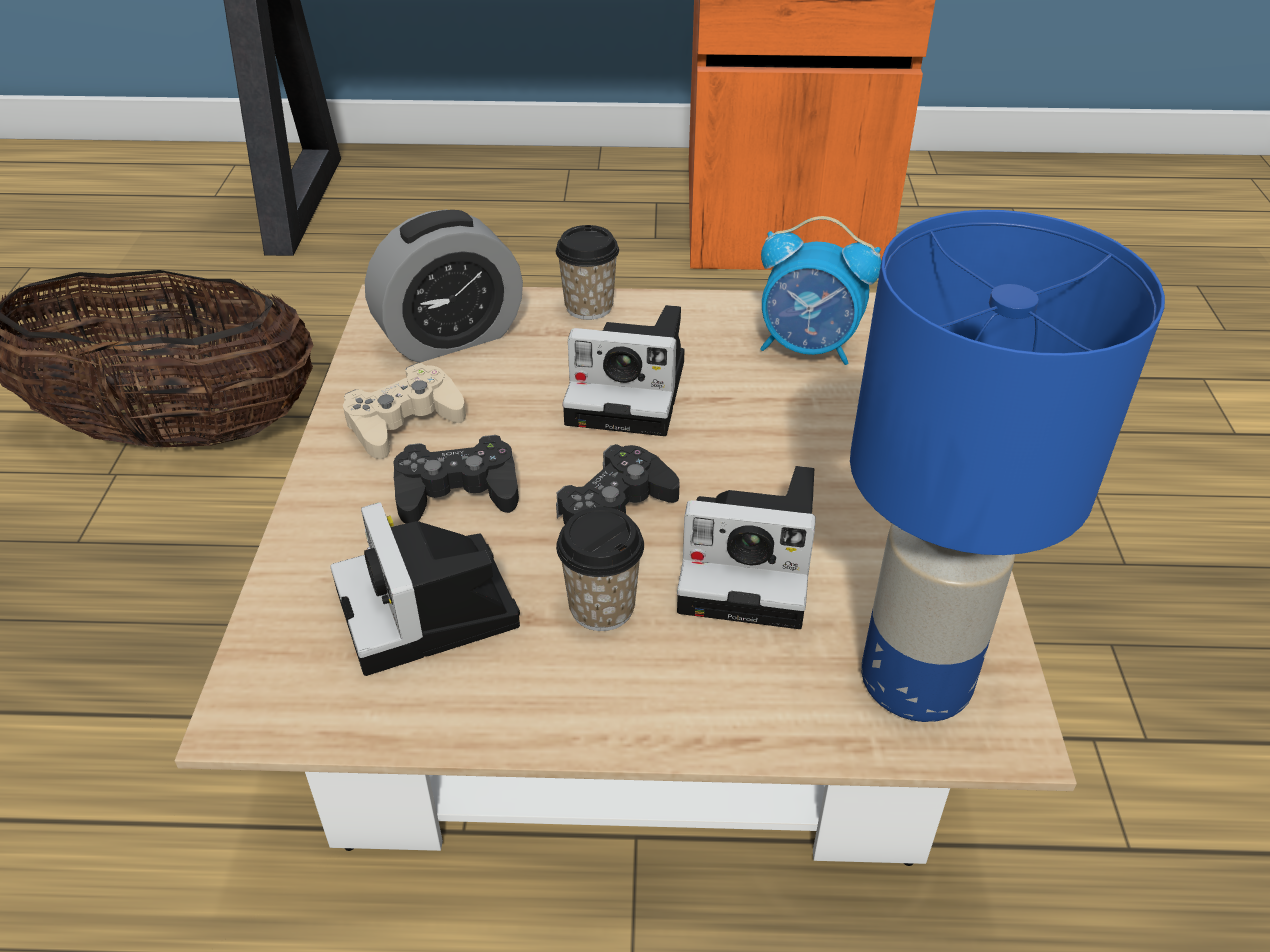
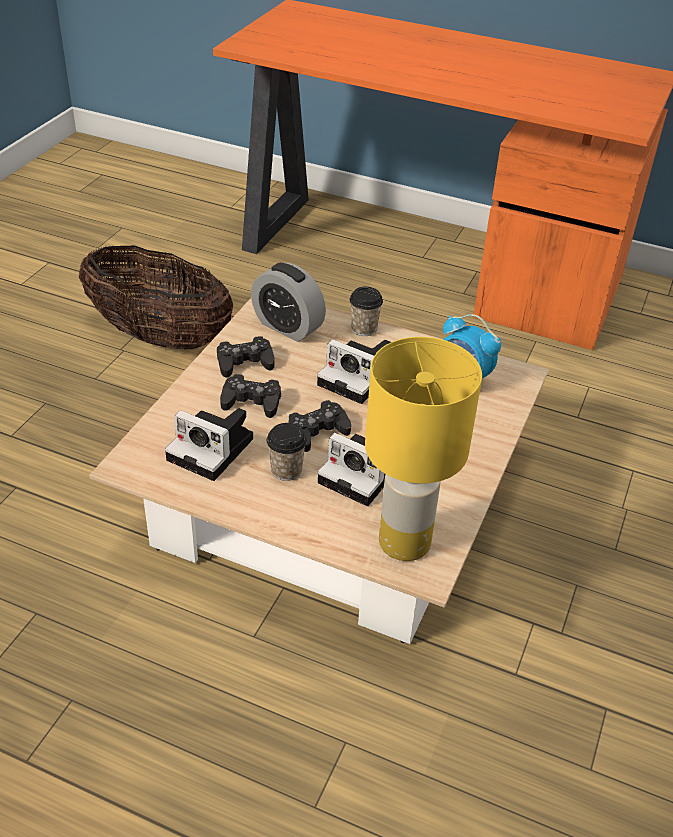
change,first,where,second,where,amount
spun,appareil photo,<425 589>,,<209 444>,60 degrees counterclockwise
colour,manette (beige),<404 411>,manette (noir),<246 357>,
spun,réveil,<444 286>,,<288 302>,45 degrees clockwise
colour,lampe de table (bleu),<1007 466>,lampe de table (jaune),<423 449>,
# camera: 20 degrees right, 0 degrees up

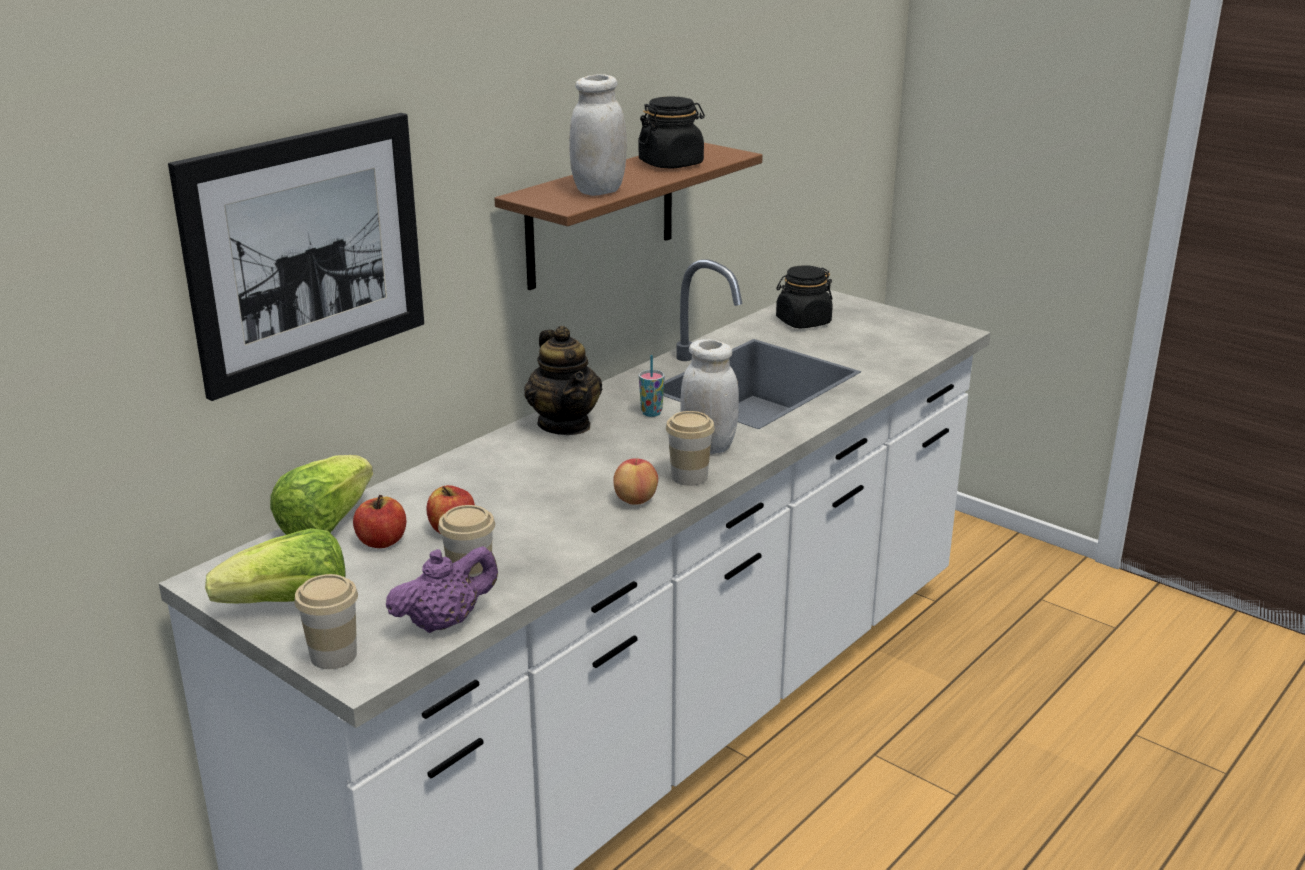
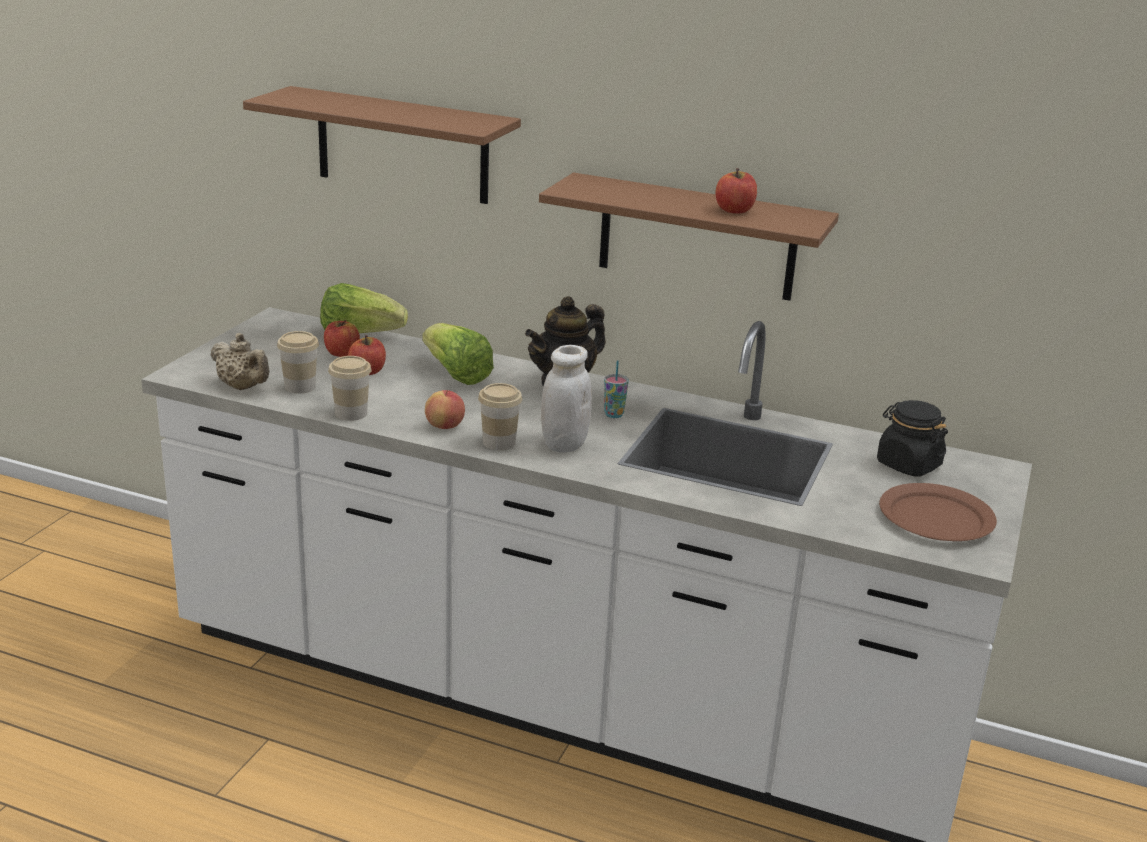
change,first,where,second,where,amount
colour,théière (violet),<441 589>,théière (beige),<239 361>,
exchanged,tableau,<296 257>,étagère (marron),<382 145>,
relocated,tasse,<326 621>,,<350 388>,
relocated,laitue,<275 565>,,<458 354>,
exchanged,bocal (noir),<671 132>,pomme,<736 190>,
appeared,,,assiette (marron),<938 512>,
missing,bocal (blanc),<598 135>,,,
# camera: 70 degrees right, 0 degrees up

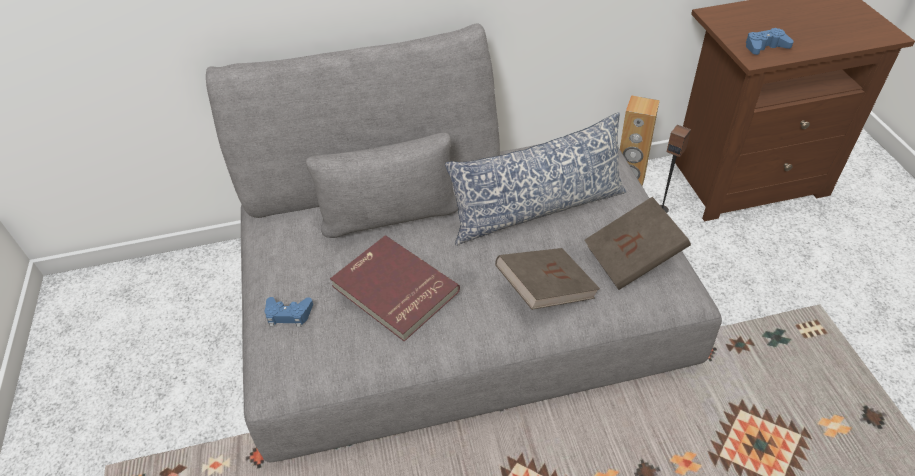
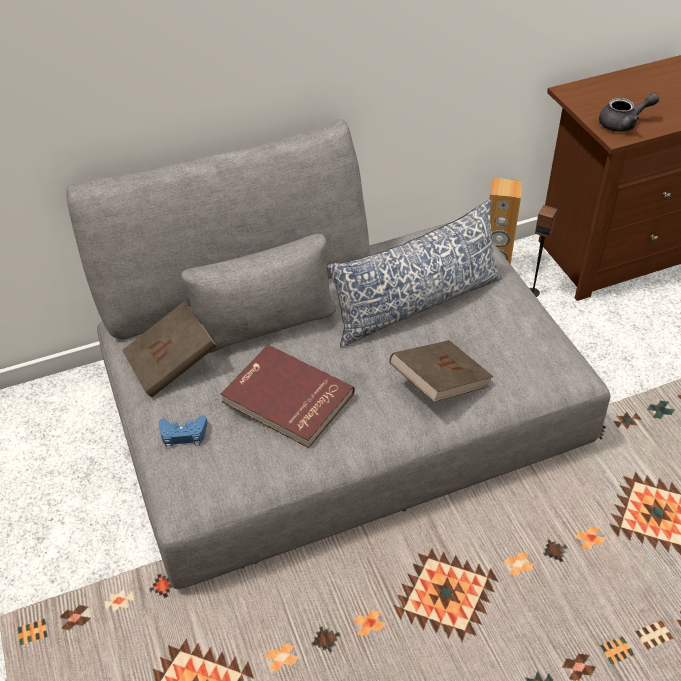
change,first,where,second,where,amount
relocated,livre (marron),<637 243>,,<169 349>,
exchanged,manette (bleu),<770 41>,théière (gris),<629 112>,
# camera: 10 degrees left, 0 degrees up

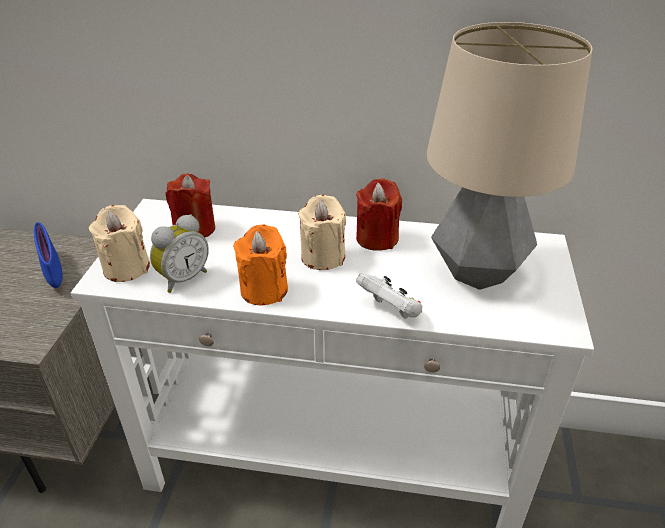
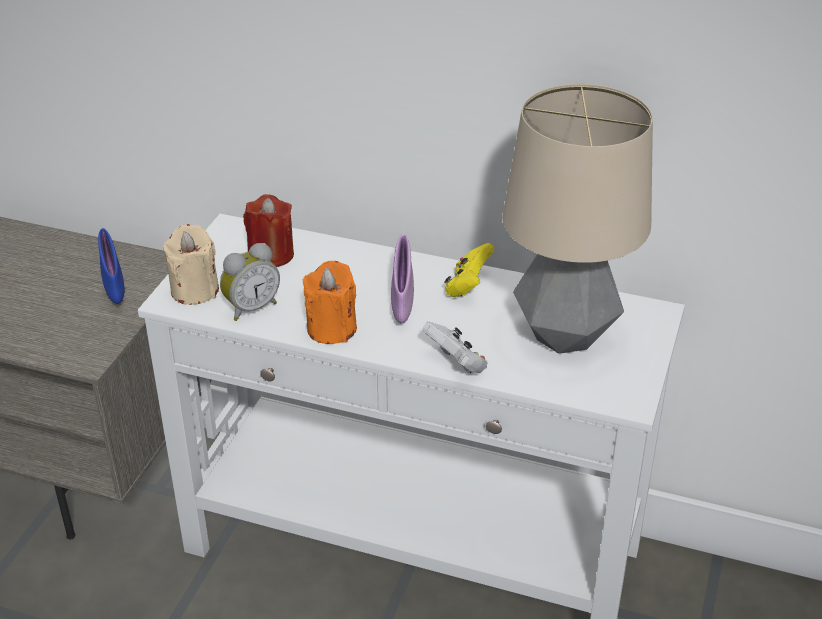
change,first,where,second,where,amount
exchanged,bougie (beige),<322 232>,bol (violet),<402 279>,
exchanged,bougie (rouge),<379 214>,manette (jaune),<469 270>,
# camera: 10 degrees right, 0 degrees up

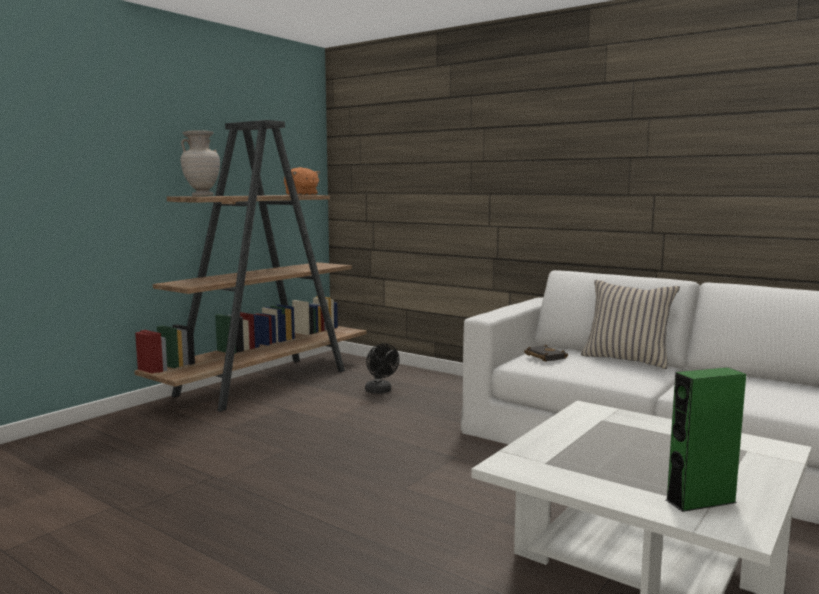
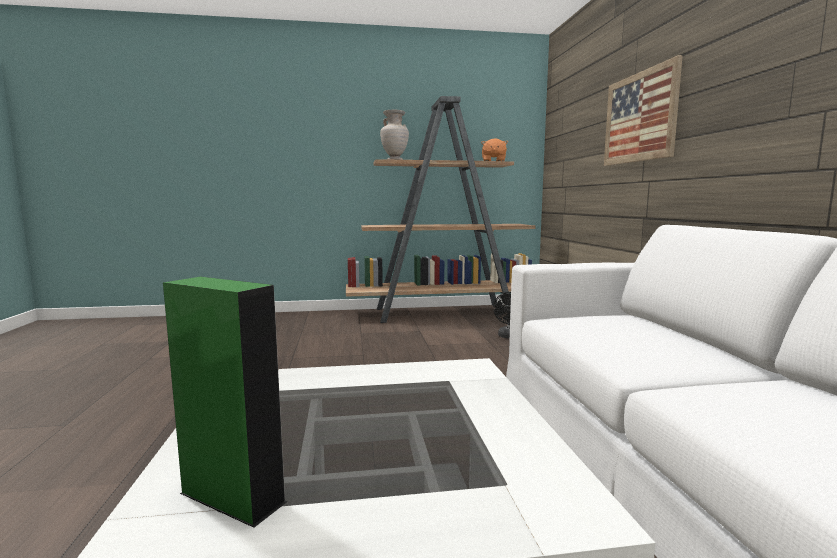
change,first,where,second,where,amount
appeared,,,tableau,<643 110>,
missing,livre (noir),<546 353>,,,
missing,coussin (beige),<630 324>,,,
# camera: 45 degrees right, 0 degrees up

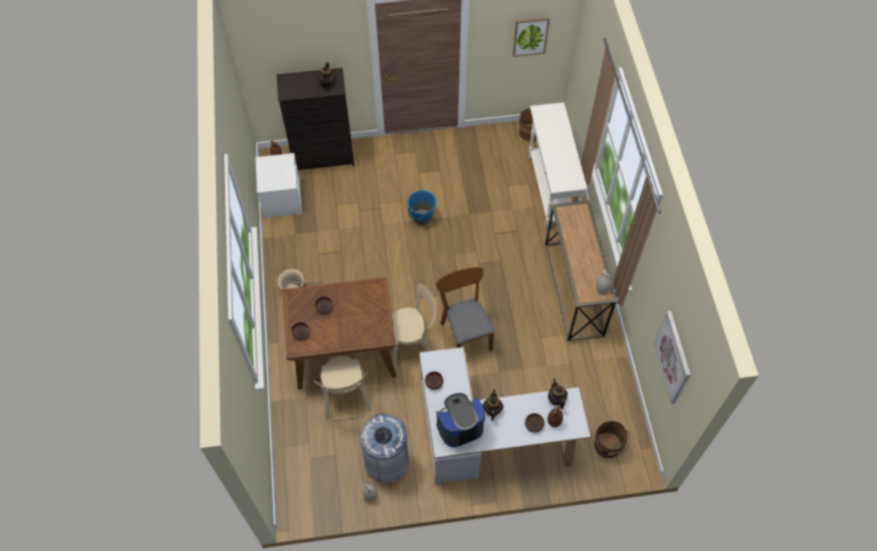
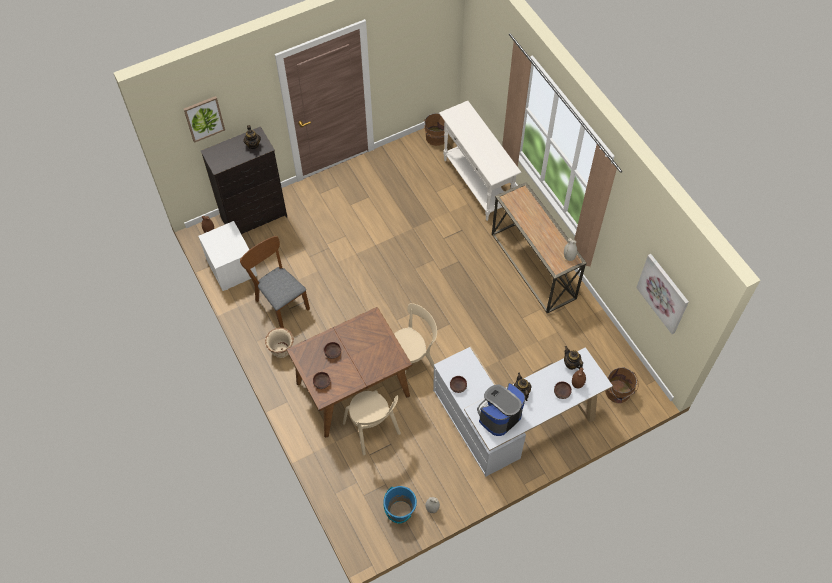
change,first,where,second,where,amount
relocated,tableau,<531 37>,,<204 119>,
relocated,chaise (marron),<465 309>,,<275 282>,
relocated,seau (bleu),<422 207>,,<400 504>,
missing,poubelle (gris),<384 448>,,,
# camera: 20 degrees left, 0 degrees up

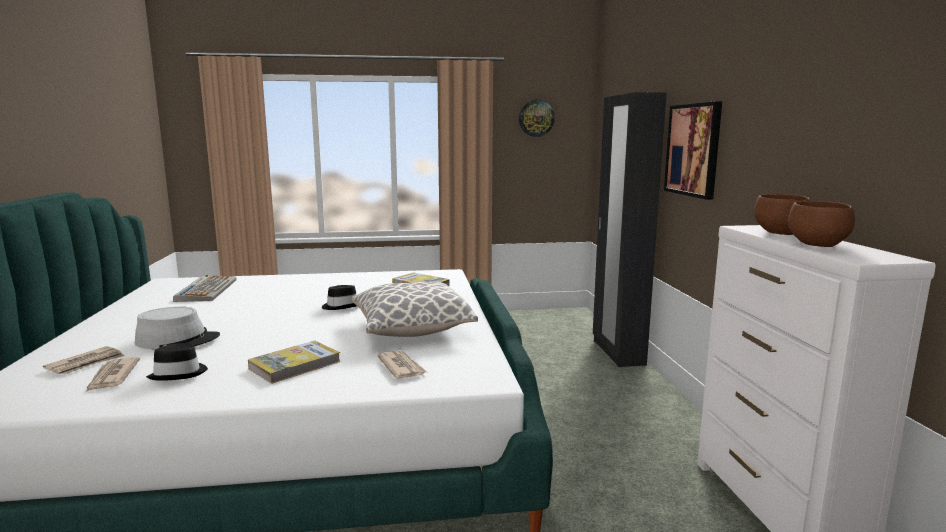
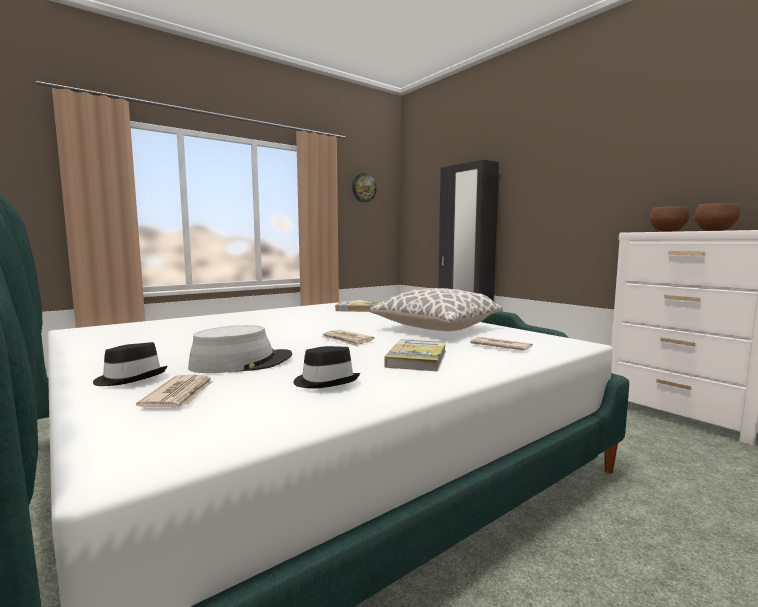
change,first,where,second,where,amount
relocated,chapeau (noir),<339 297>,,<130 364>,
relocated,journal,<113 374>,,<347 338>,
missing,clavier,<205 288>,,,
missing,tableau,<693 150>,,,
# camera: 30 degrees left, 5 degrees down

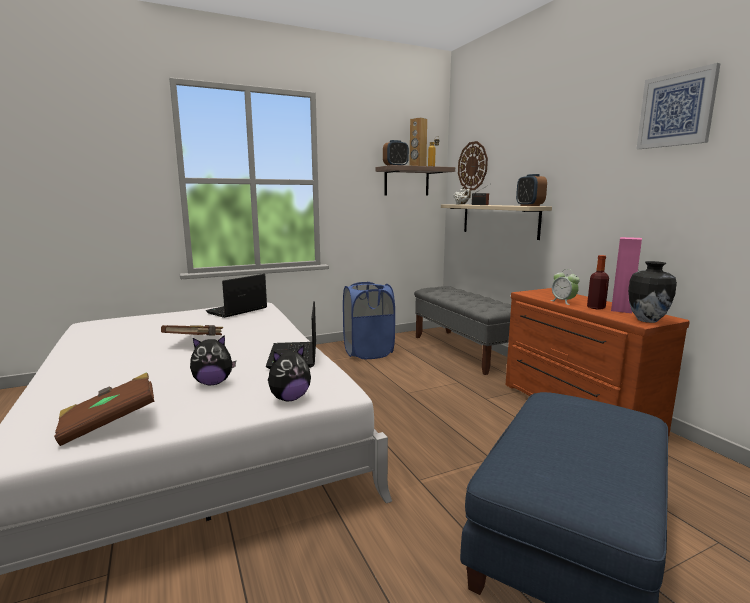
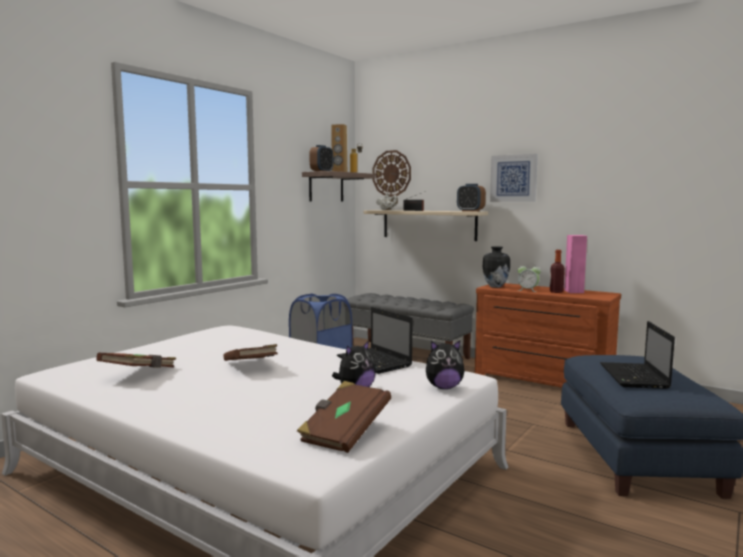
change,first,where,second,where,amount
appeared,,,livre (marron),<136 360>,
spun,peluche,<289 373>,,<445 364>,60 degrees clockwise
relocated,vase,<652 292>,,<496 267>,
relocated,tableau,<679 106>,,<514 178>,
relocated,ordinateur portable,<236 296>,,<637 355>,
# camera: 30 degrees left, 5 degrees down

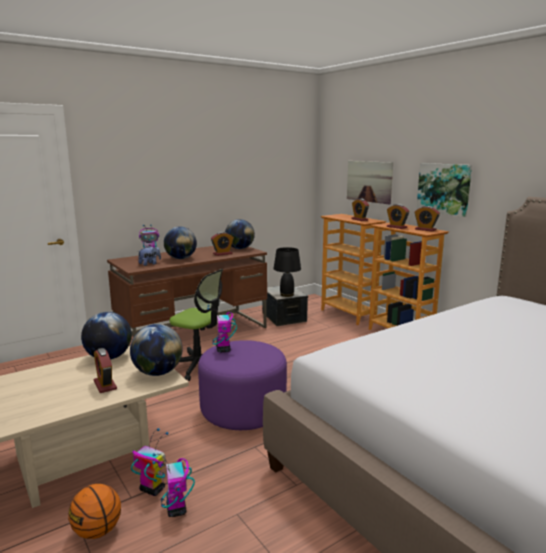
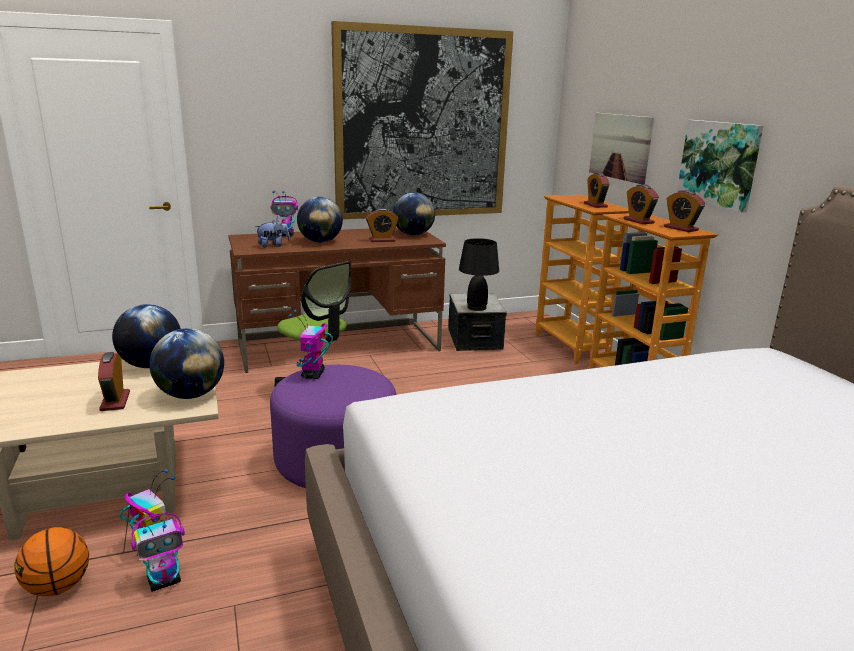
change,first,where,second,where,amount
spun,robot jouet,<173 485>,,<158 552>,120 degrees counterclockwise
appeared,,,tableau,<422 120>,
# camera: 15 degrees right, 5 degrees up

